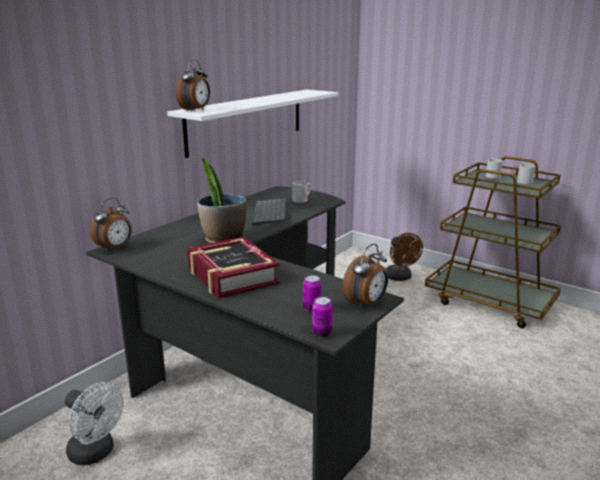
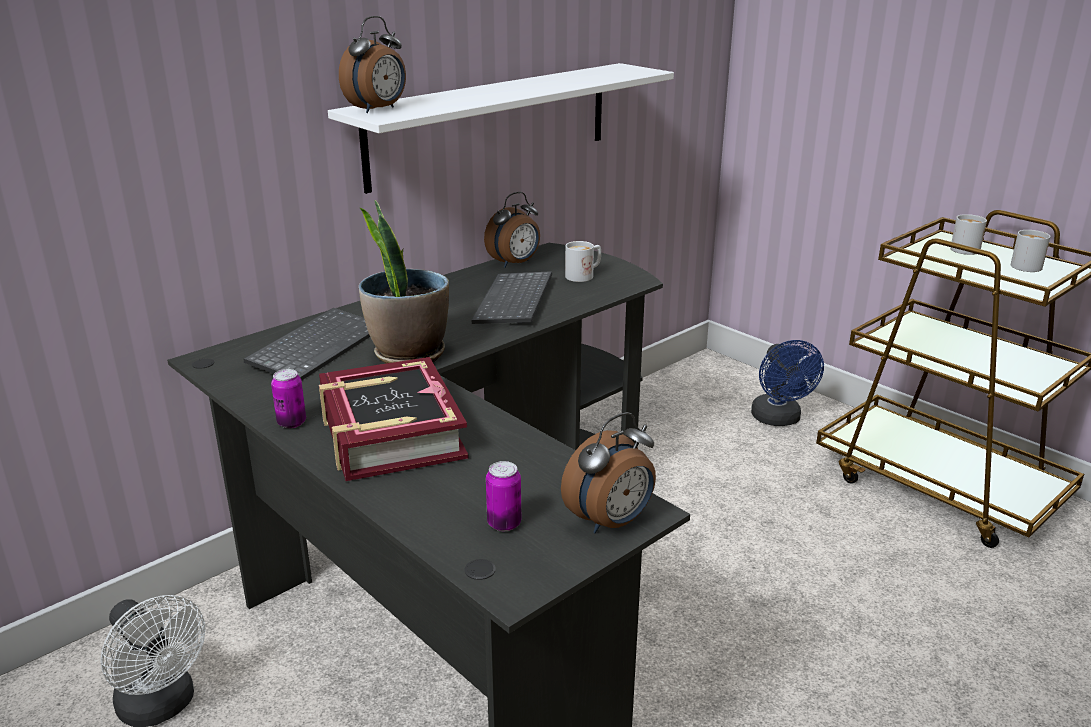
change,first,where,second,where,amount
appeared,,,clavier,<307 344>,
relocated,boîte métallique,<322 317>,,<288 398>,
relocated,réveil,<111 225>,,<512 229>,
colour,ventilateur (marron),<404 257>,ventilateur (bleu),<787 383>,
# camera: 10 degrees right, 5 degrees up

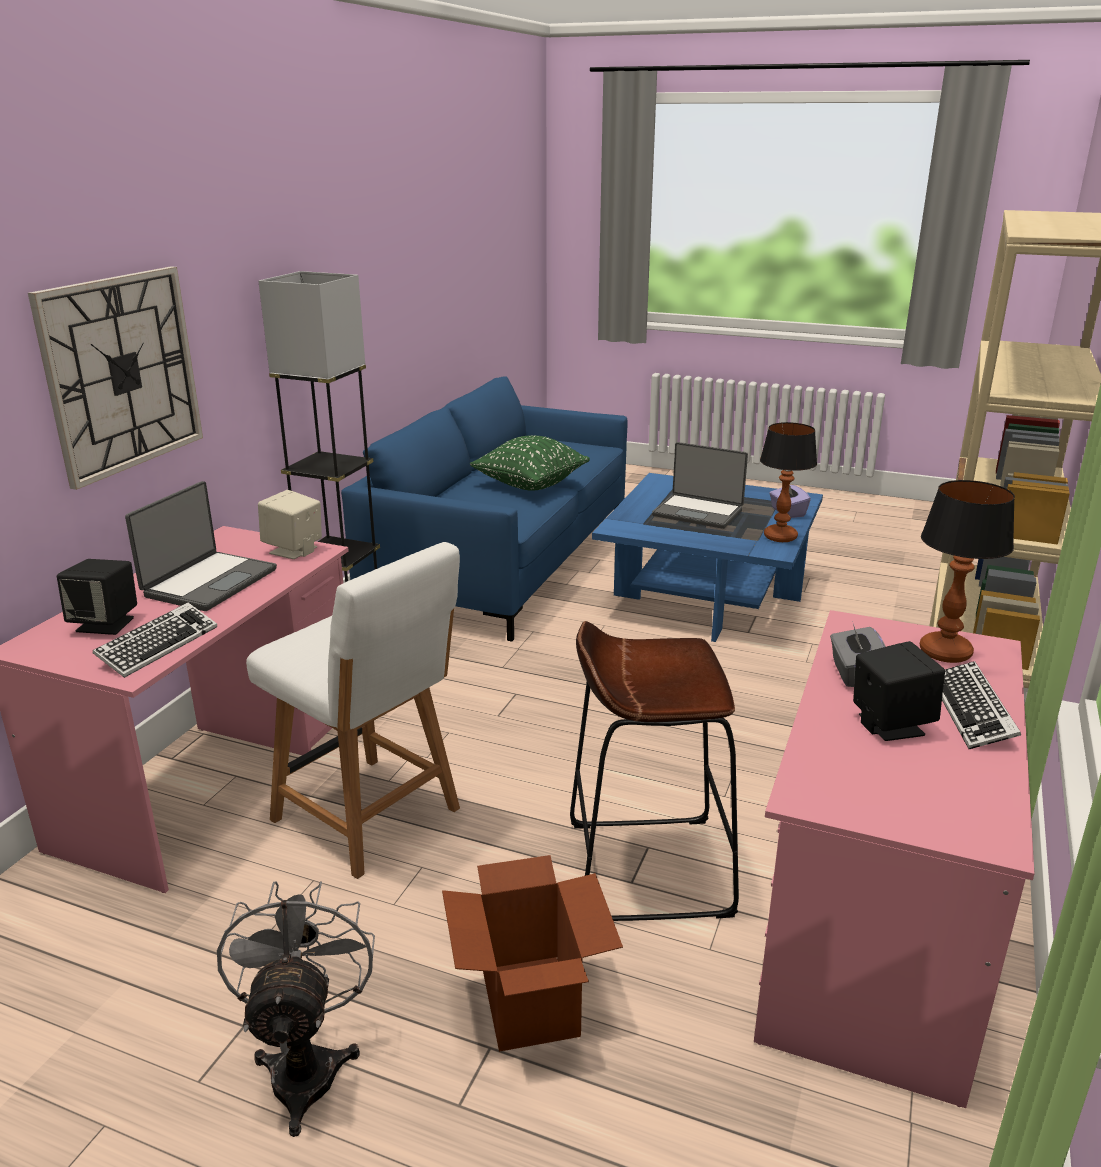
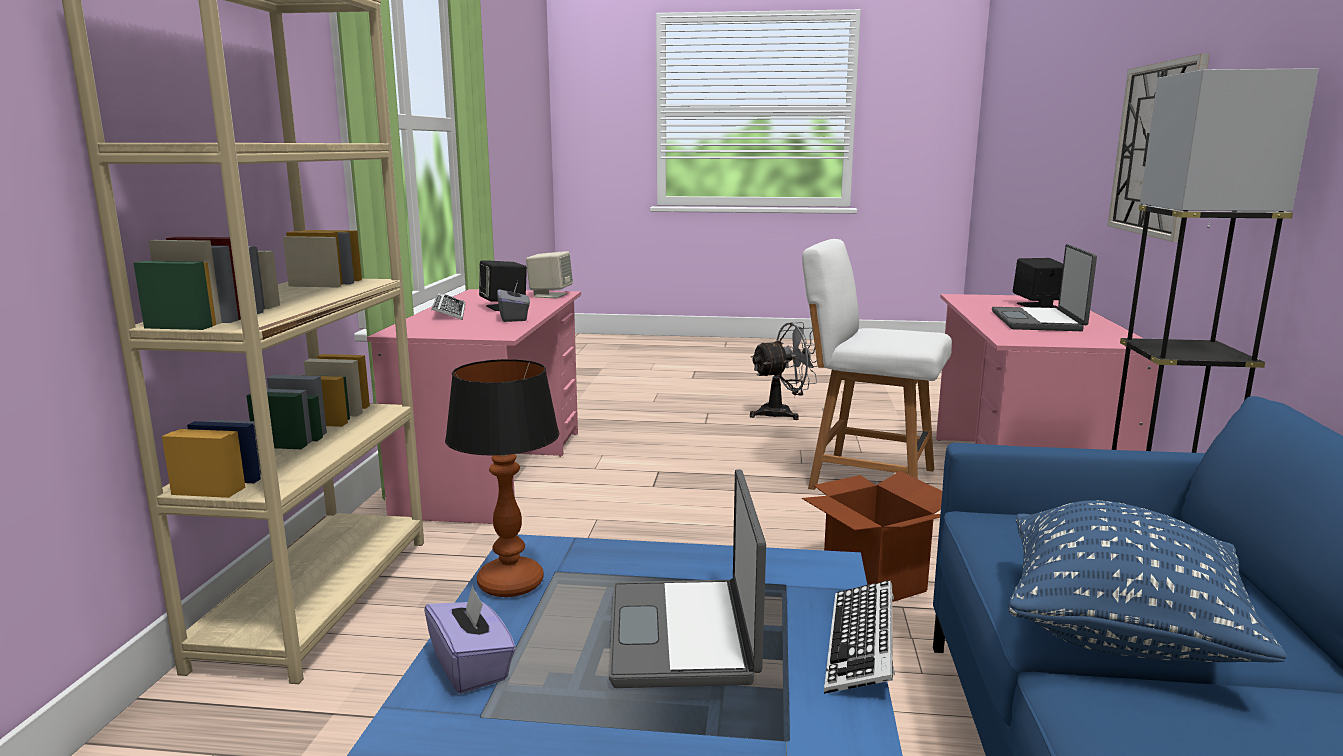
change,first,where,second,where,amount
relocated,enceinte (beige),<290 524>,,<549 274>,
spun,ordinateur portable,<700 485>,,<687 578>,105 degrees counterclockwise
spun,ventilateur (gris),<296 1009>,,<784 371>,90 degrees counterclockwise
relocated,carton,<532 953>,,<872 536>,
relocated,clavier,<155 640>,,<859 637>,
colour,coussin (vert),<530 463>,coussin (bleu),<1147 581>,
missing,tabouret (marron),<654 771>,,,
missing,lampe de table,<967 571>,,,
# camera: 165 degrees right, 10 degrees down

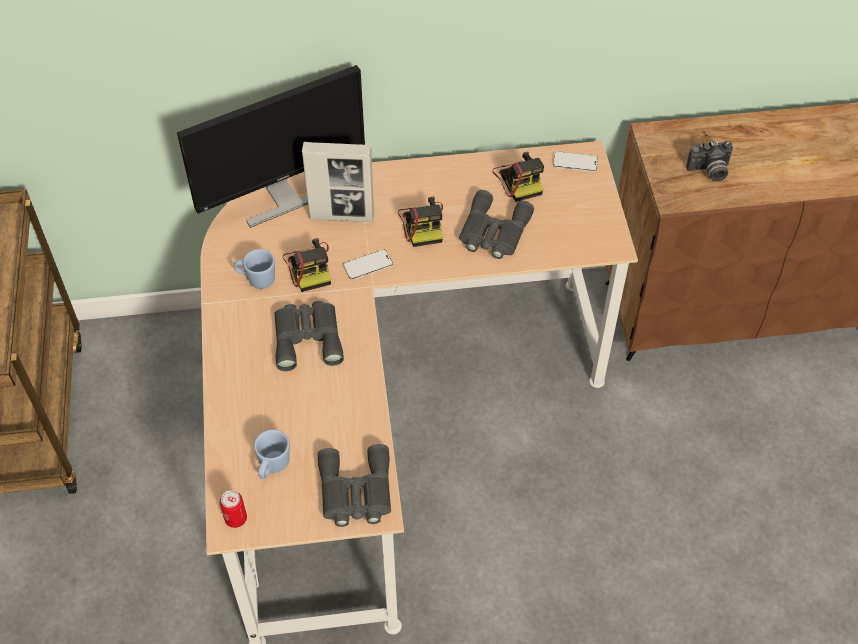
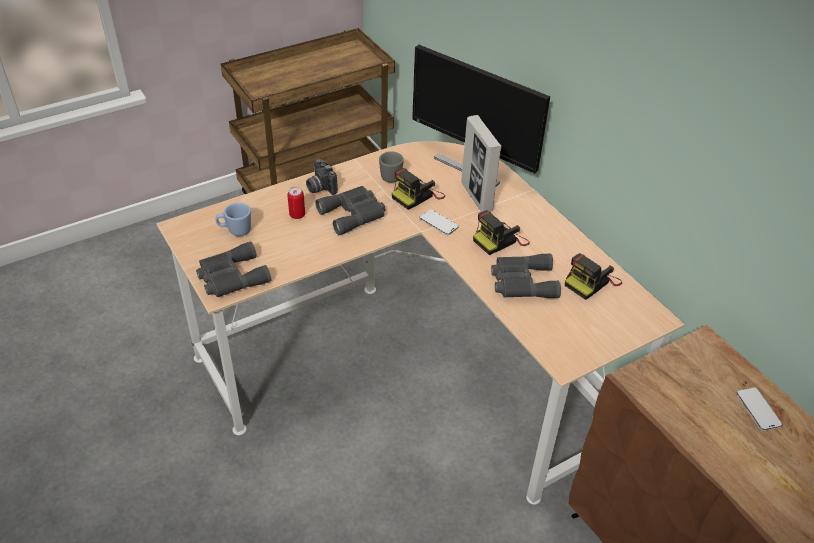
change,first,where,second,where,amount
relocated,boîte métallique,<233 509>,,<296 203>,
relocated,appareil photo,<709 161>,,<322 177>,
colour,mug (bleu),<254 269>,mug (gris),<391 167>,
relocated,téléphone,<575 161>,,<759 409>,
# camera: 65 degrees right, 10 degrees down

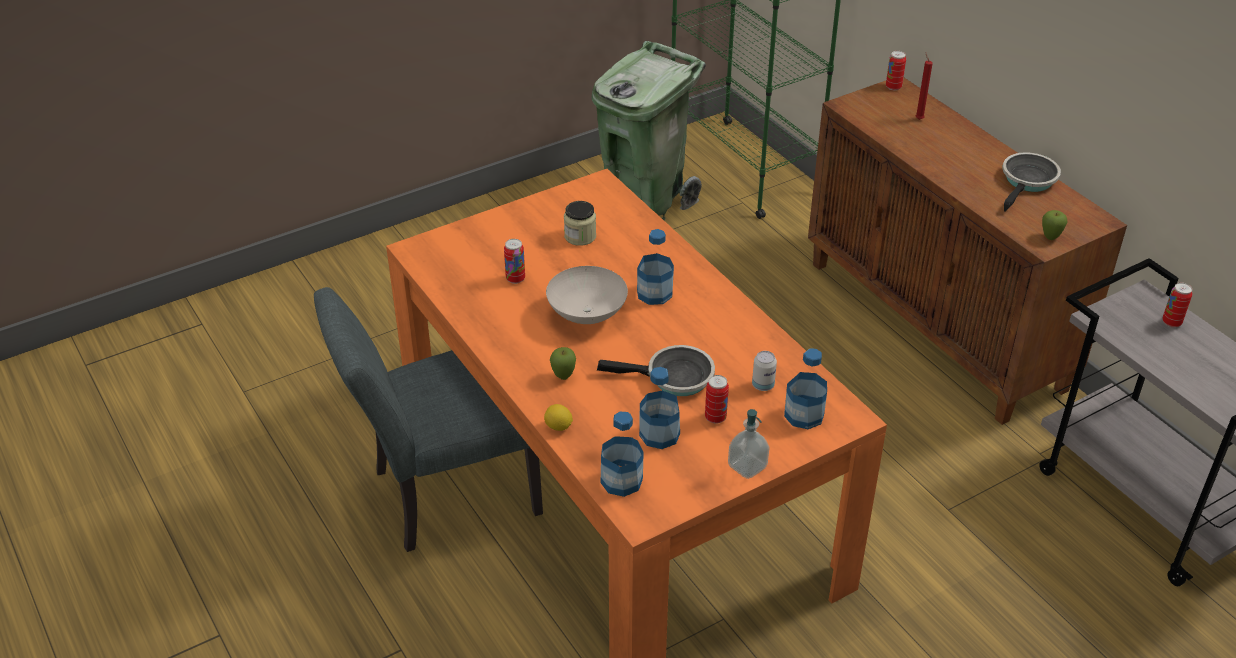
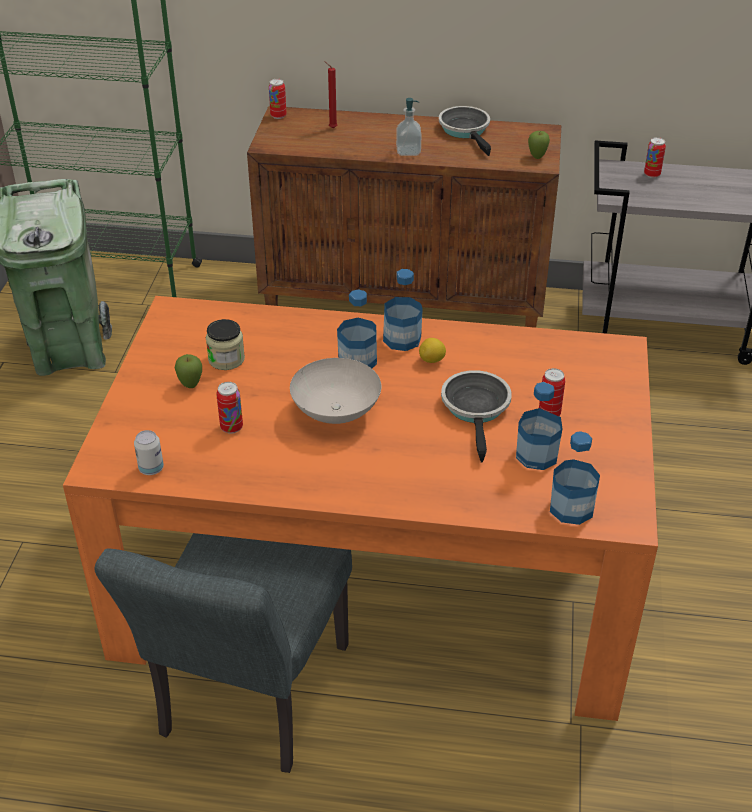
change,first,where,second,where,amount
relocated,boîte métallique,<764 371>,,<149 452>,
relocated,pomme,<563 363>,,<188 371>,
relocated,bouteille,<805 388>,,<403 310>,
relocated,distributeur de savon,<749 444>,,<408 127>,
relocated,citron,<558 417>,,<432 350>,
spun,poêle,<656 370>,,<476 416>,45 degrees counterclockwise
# camera: 50 degrees left, 0 degrees up

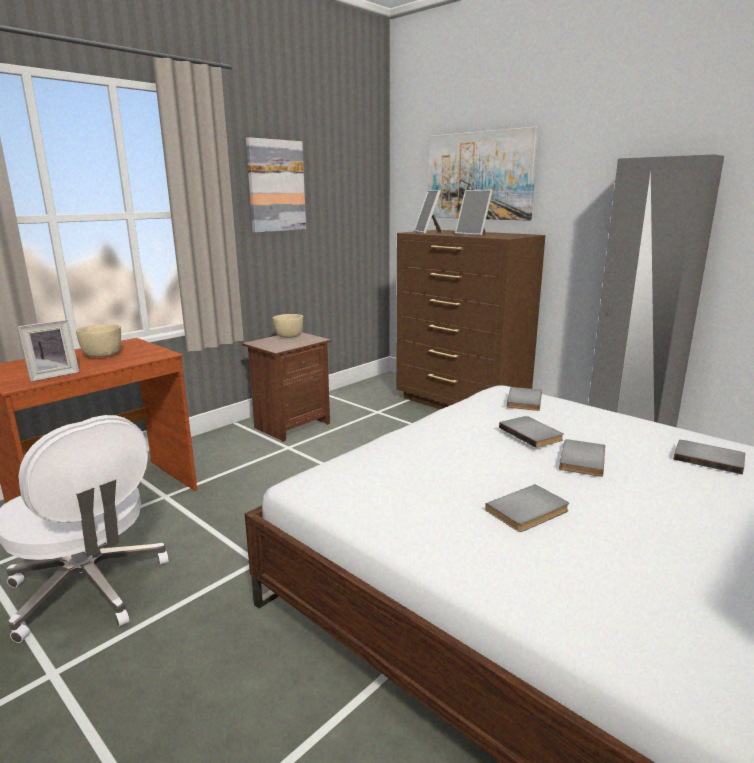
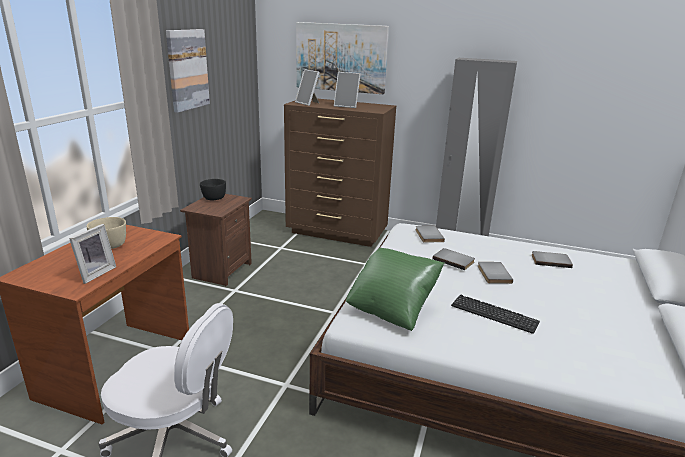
change,first,where,second,where,amount
colour,bol (beige),<288 326>,bol (noir),<213 189>,
appeared,,,coussin (vert),<395 289>,
exchanged,livre (gris),<527 508>,clavier,<495 314>,
# camera: 25 degrees left, 5 degrees up

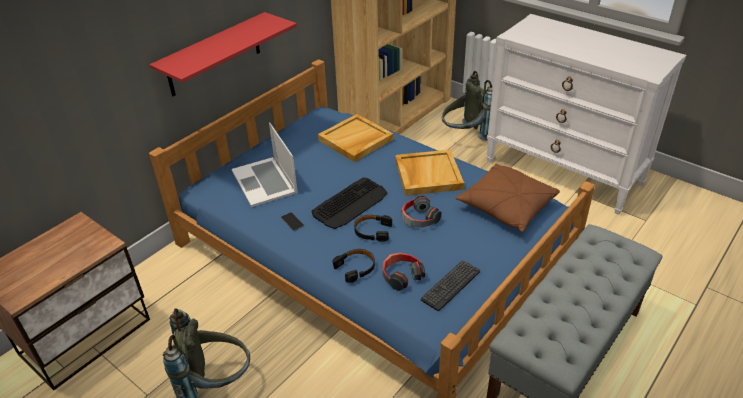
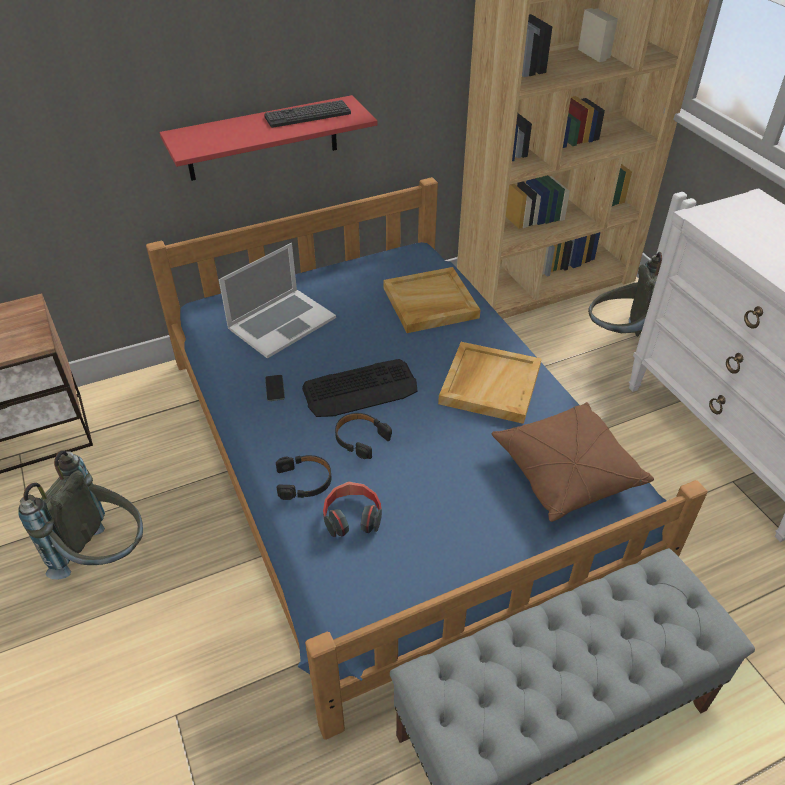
change,first,where,second,where,amount
spun,ordinateur portable,<265 164>,,<277 301>,135 degrees counterclockwise
relocated,clavier,<450 285>,,<307 114>,
missing,casque audio,<422 211>,,,
# camera: 25 degrees right, 5 degrees up

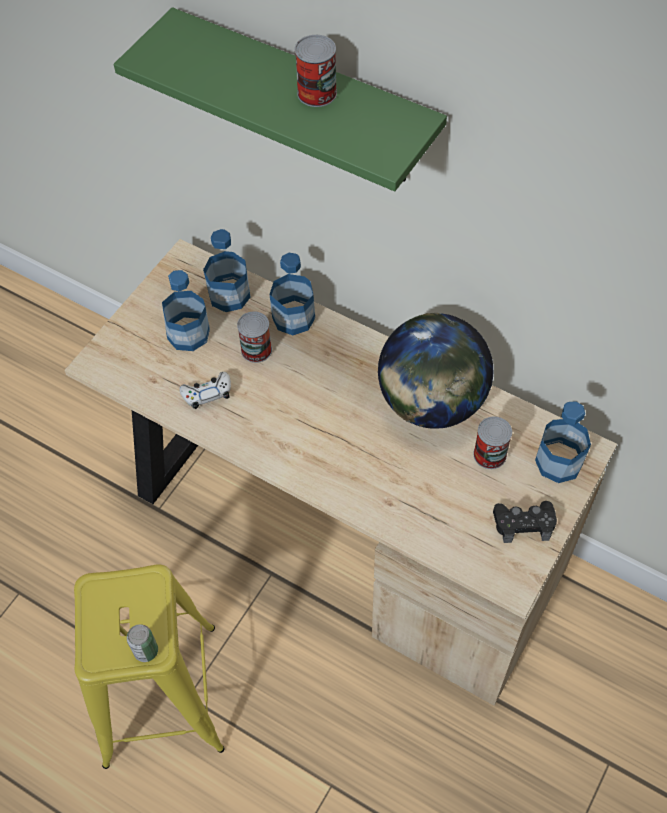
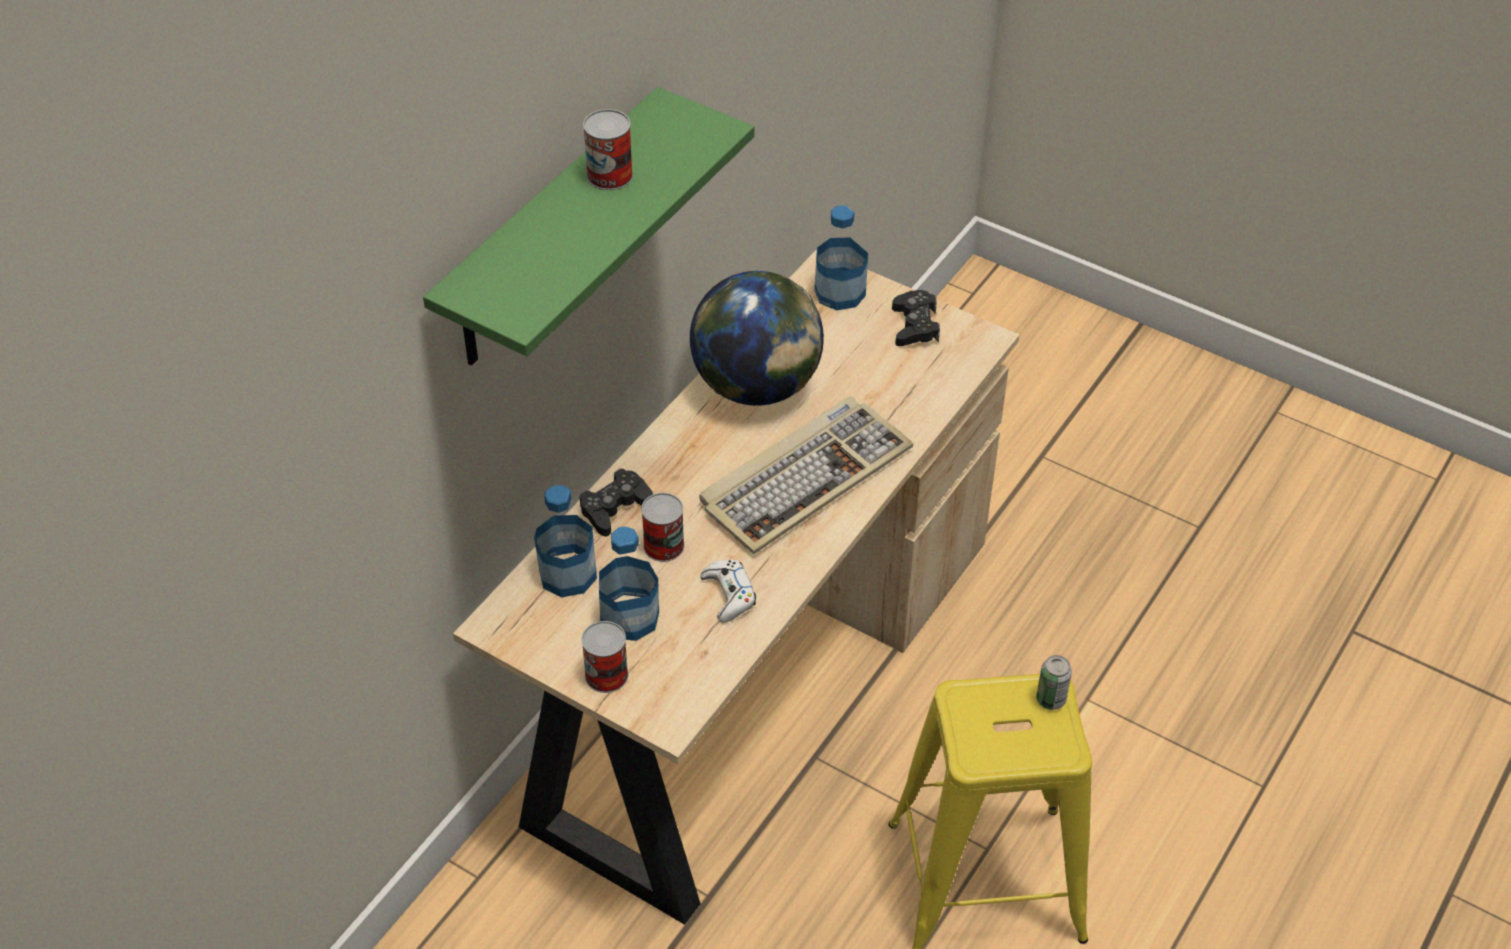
change,first,where,second,where,amount
exchanged,bouteille,<292 294>,manette (noir),<616 502>,
relocated,boîte métallique,<492 442>,,<604 657>,
appeared,,,clavier,<806 475>,
# camera: 90 degrees left, 10 degrees down

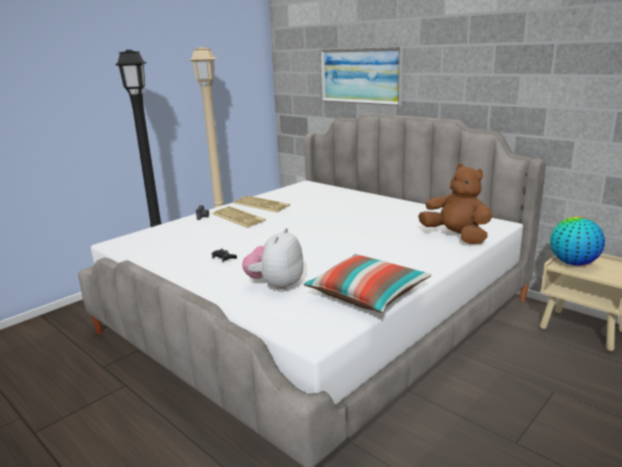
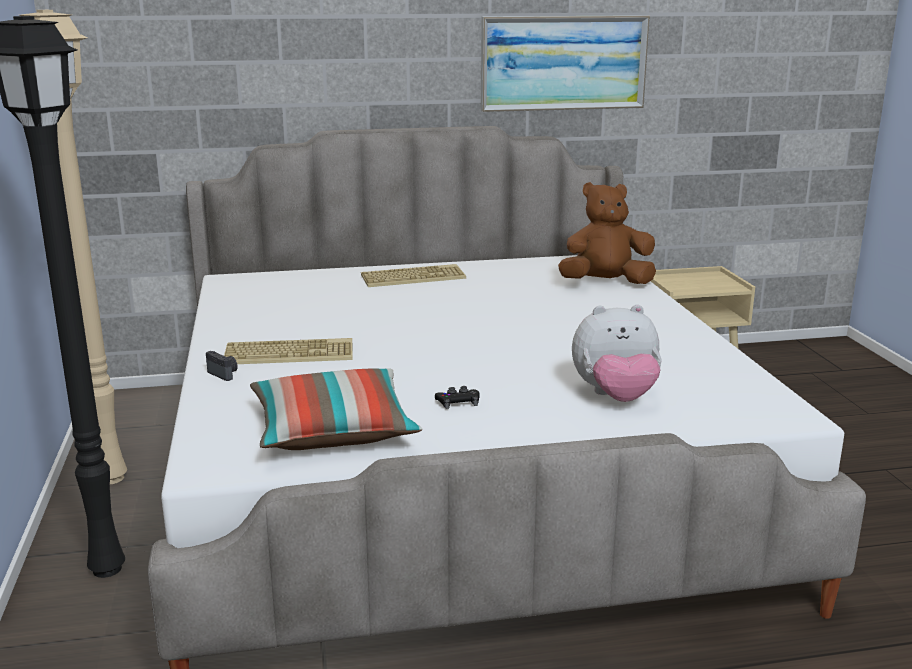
change,first,where,second,where,amount
relocated,coussin,<368 283>,,<336 409>,
relocated,clavier,<262 204>,,<413 275>,
relocated,tableau,<361 76>,,<565 63>,
spun,peluche,<272 260>,,<617 353>,60 degrees counterclockwise
missing,globe,<577 241>,,,
# camera: 55 degrees left, 0 degrees up

